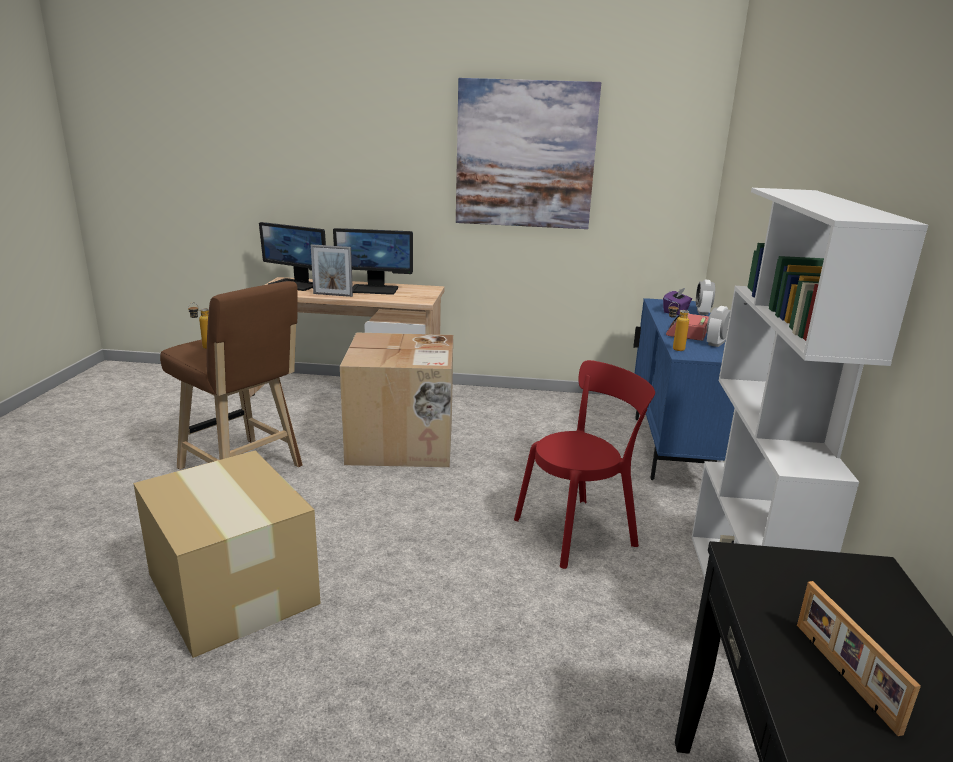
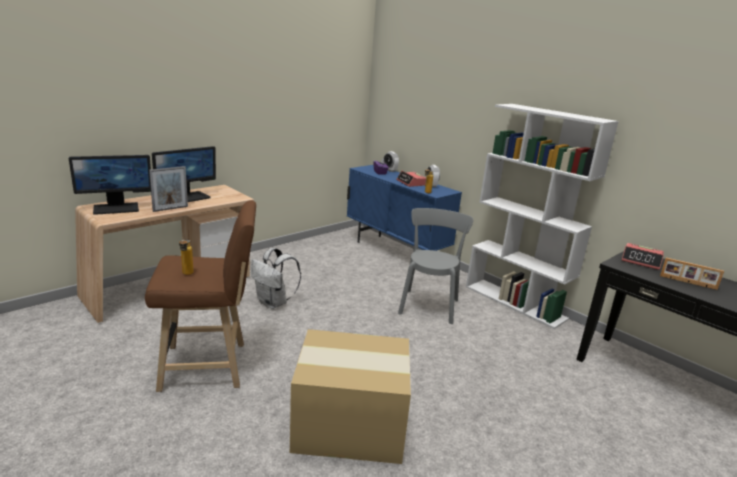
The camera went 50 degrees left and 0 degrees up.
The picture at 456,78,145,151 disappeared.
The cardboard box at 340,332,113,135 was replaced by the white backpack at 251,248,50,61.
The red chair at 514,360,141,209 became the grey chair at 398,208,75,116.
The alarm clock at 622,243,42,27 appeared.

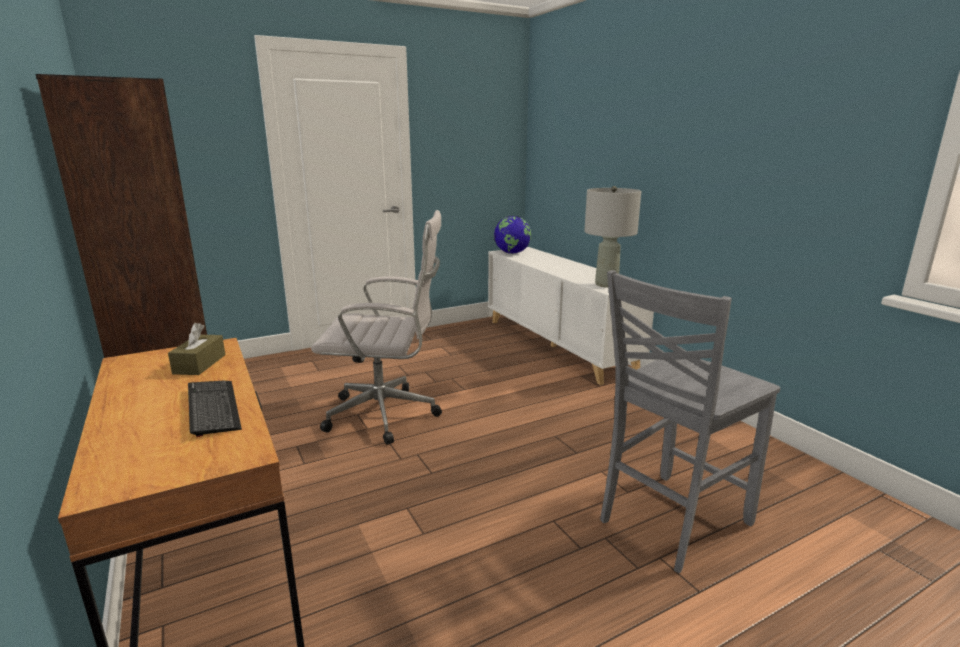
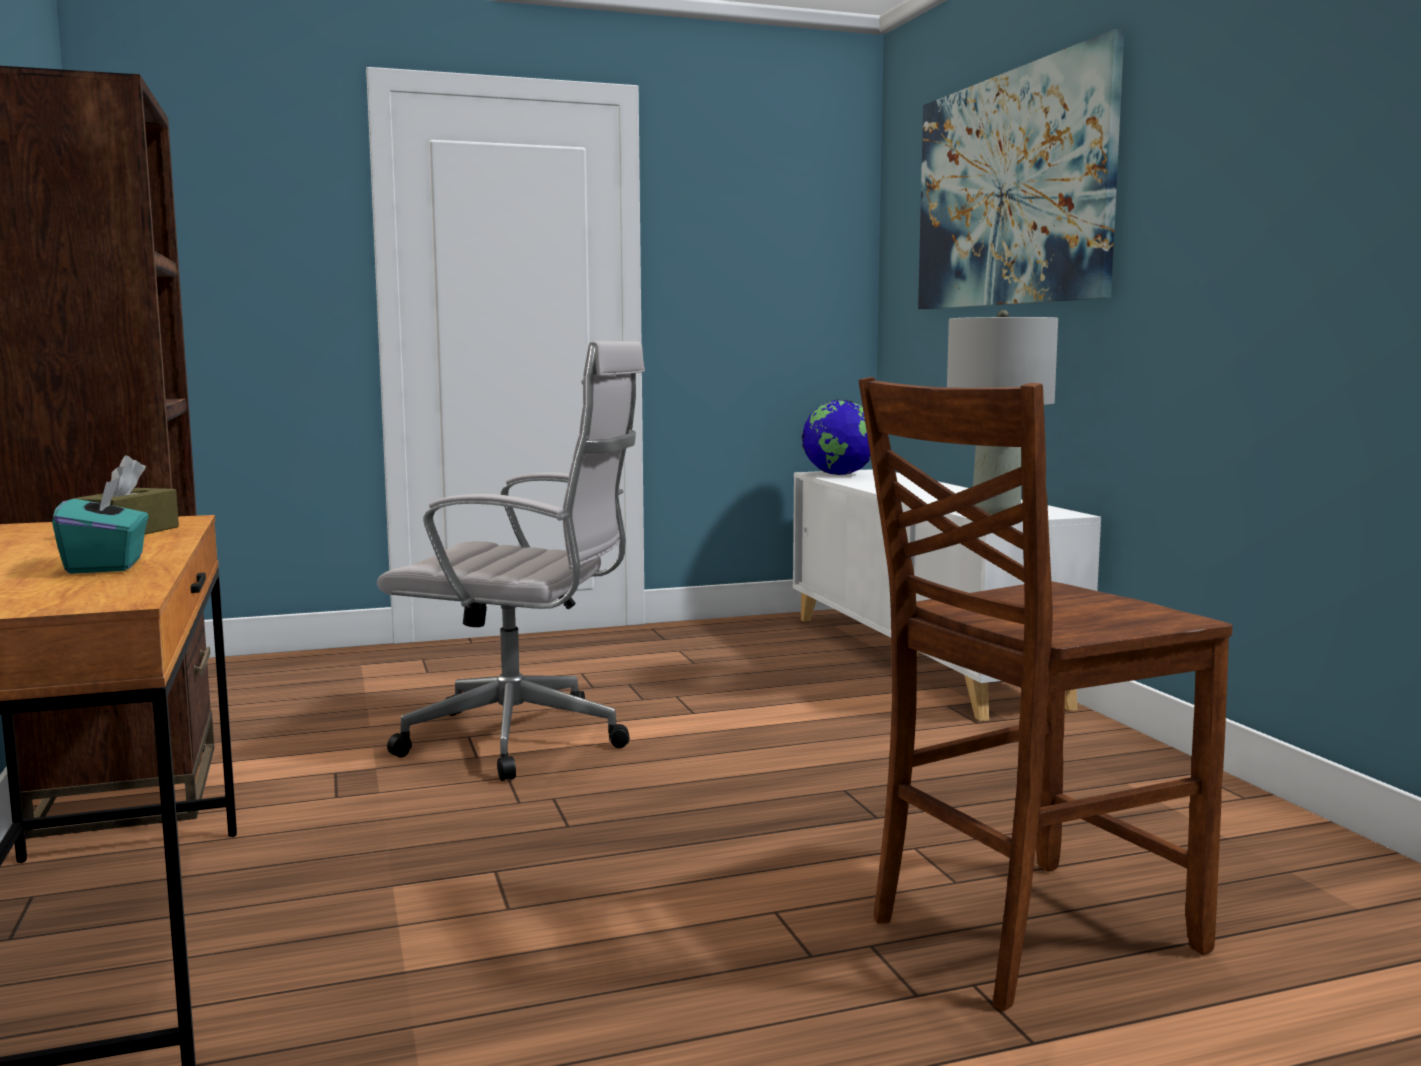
The camera went 10 degrees right and 10 degrees down.
The grey chair at 600,270,180,303 became the brown chair at 859,377,374,634.
The keyboard at 188,381,54,56 was replaced by the turquoise tissue box at 52,477,97,97.
The picture at 918,29,206,280 appeared.

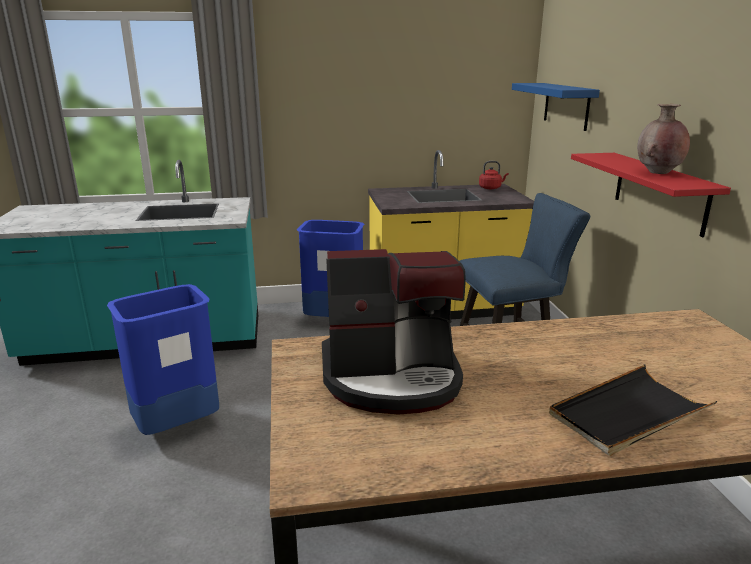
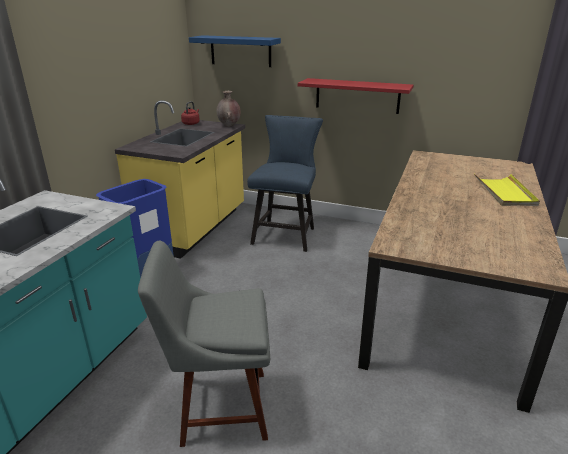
The camera went 60 degrees left and 5 degrees up.
The brown vase moved from 637,104,53,70 to 216,91,25,36.
The coffee machine at 322,249,144,165 disappeared.
The blue trash can at 107,284,112,151 was replaced by the grey chair at 138,241,132,206.
The black tray at 549,364,168,92 became the yellow tray at 474,174,66,32.

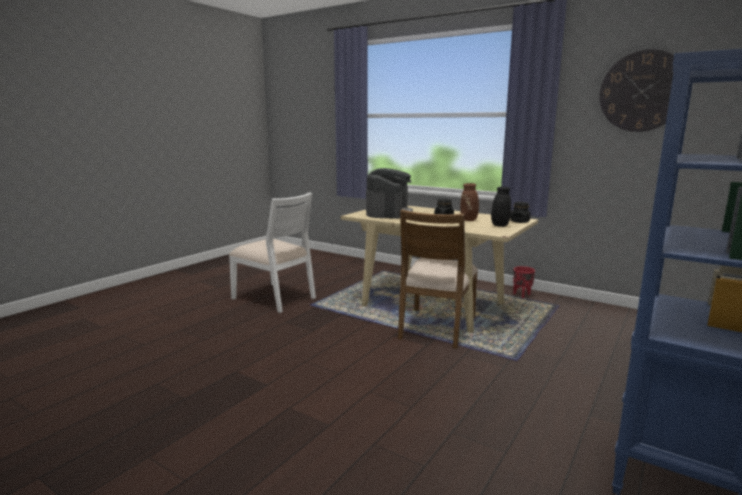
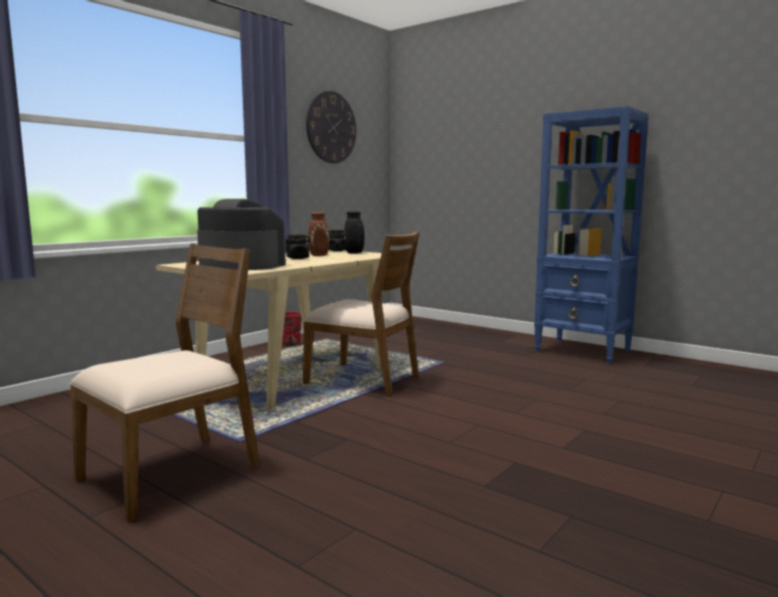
The camera went 85 degrees left and 5 degrees down.
The white chair at 229,192,87,121 became the brown chair at 70,243,190,280.

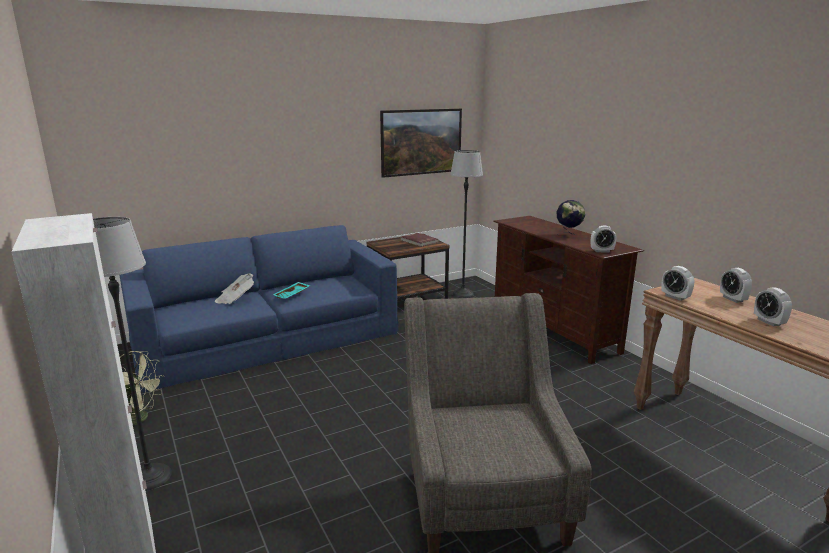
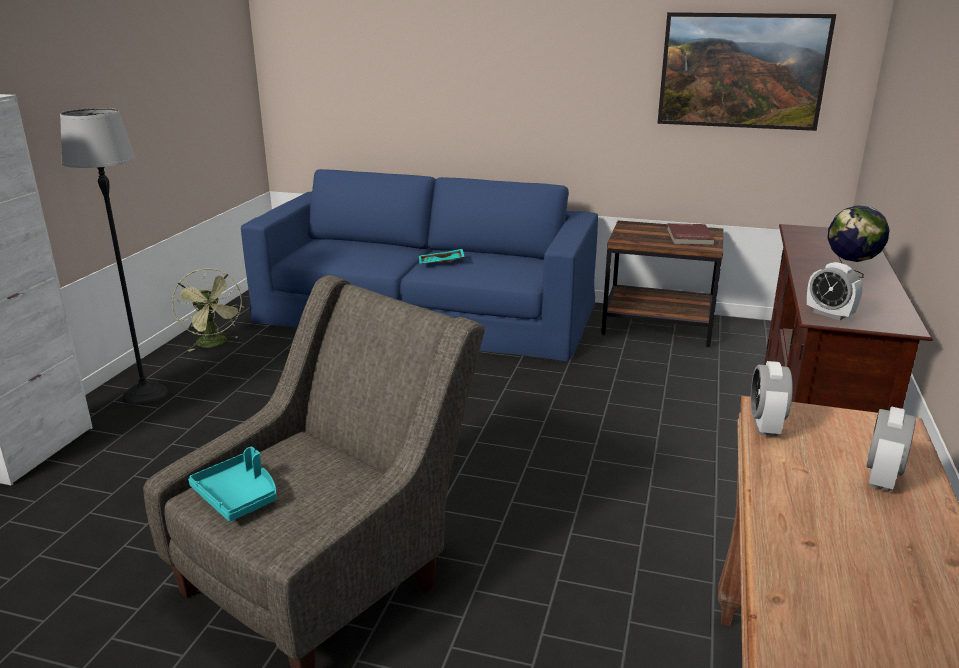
The camera went 45 degrees right and 5 degrees up.
The floor lamp at 450,150,33,148 disappeared.
The newspaper at 215,274,39,30 disappeared.
The alarm clock at 754,287,38,39 disappeared.
The turquoise tray at 188,447,88,74 appeared.

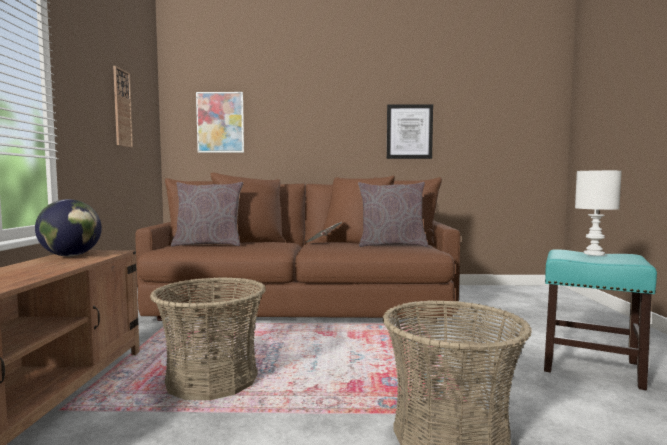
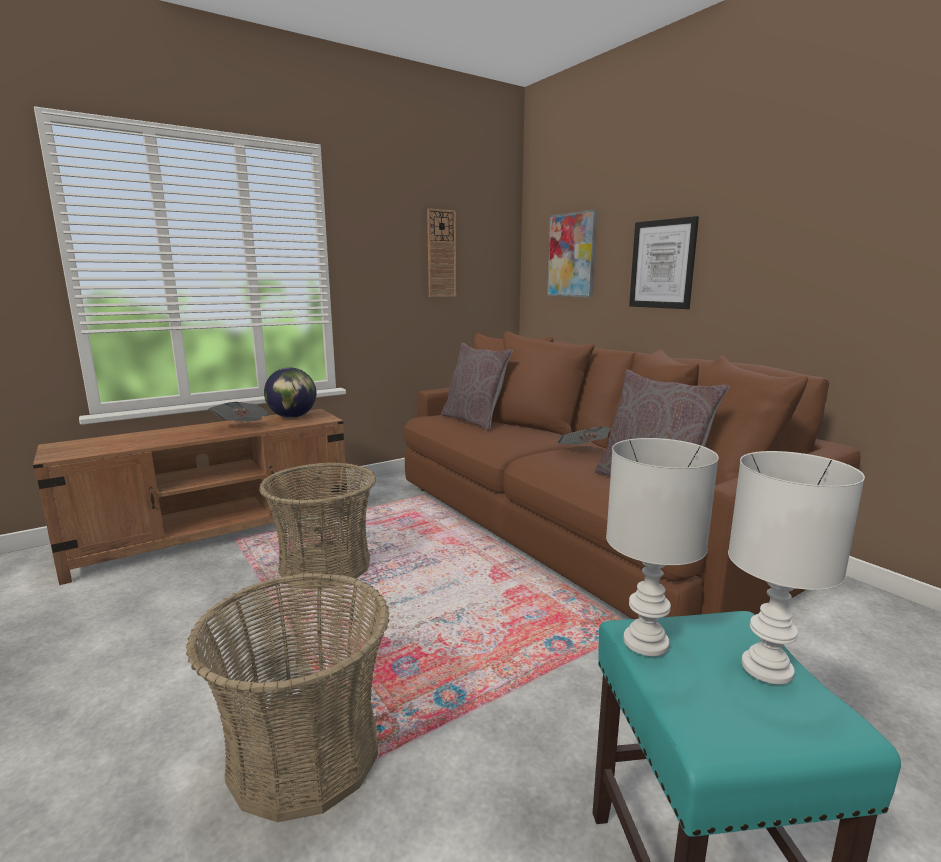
The camera went 55 degrees right and 10 degrees up.
The picture moved from 387,104,46,55 to 629,216,70,93.
The newspaper at 208,402,61,19 appeared.
The white table lamp at 606,438,113,218 appeared.

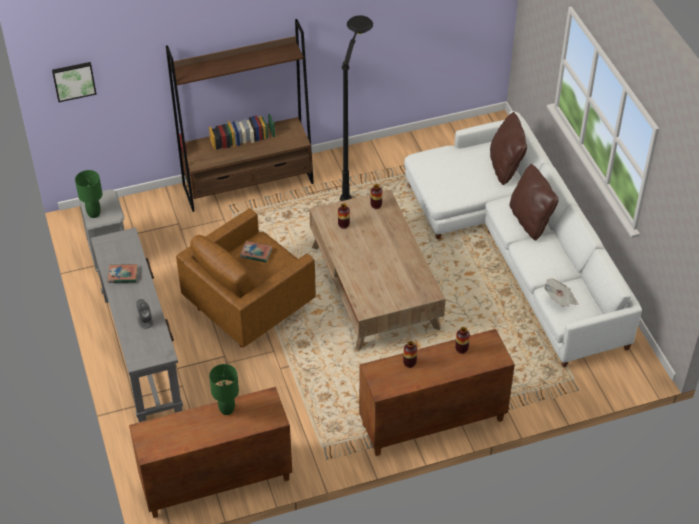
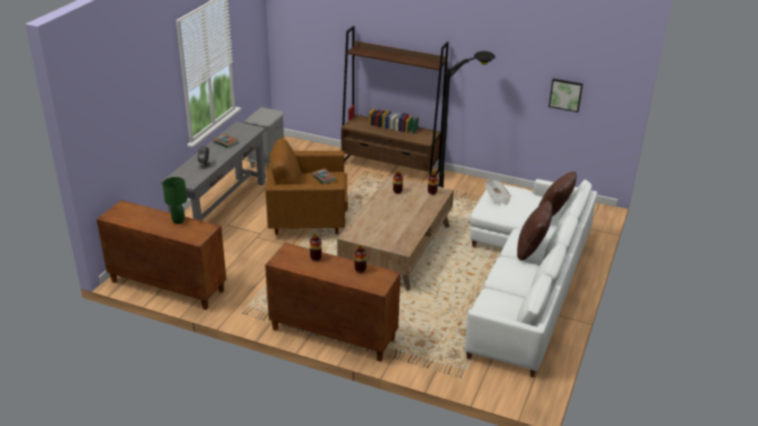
The camera went 40 degrees right and 15 degrees down.
The picture moved from 52,62,45,40 to 549,78,34,34.
The green table lamp at 75,170,28,48 disappeared.
The newspaper moved from 543,278,36,29 to 485,180,26,25.

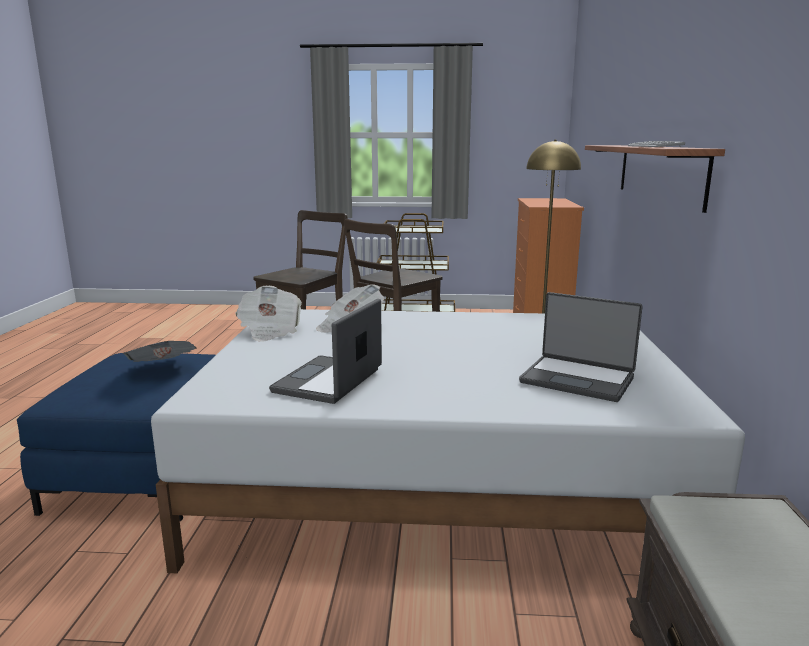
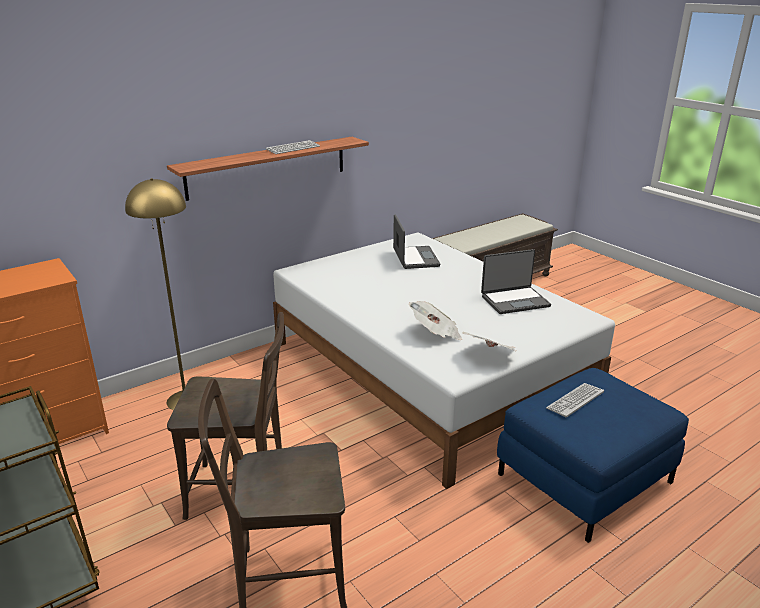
The camera went 130 degrees left and 10 degrees up.
The newspaper at 122,341,75,21 was replaced by the keyboard at 546,383,58,34.

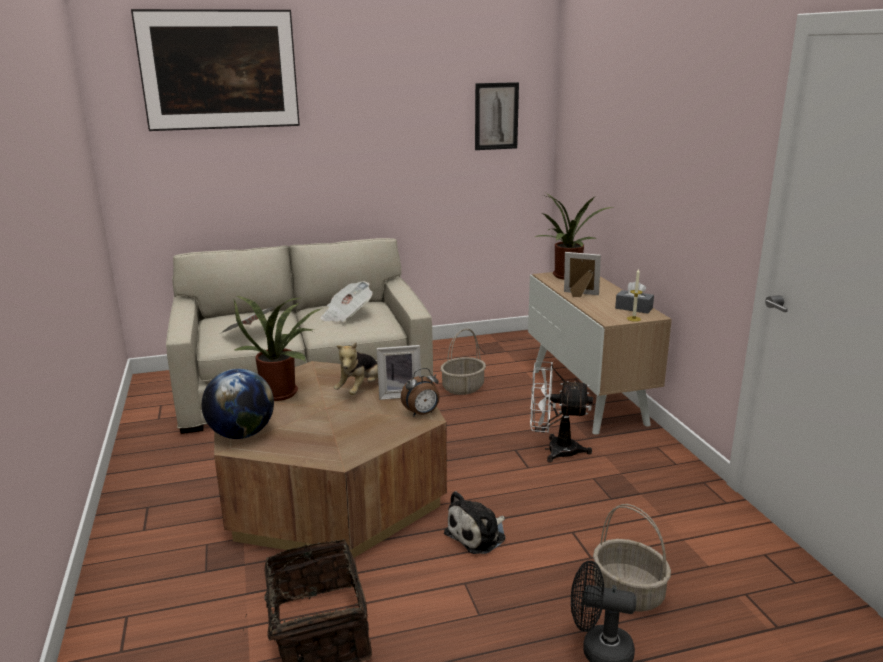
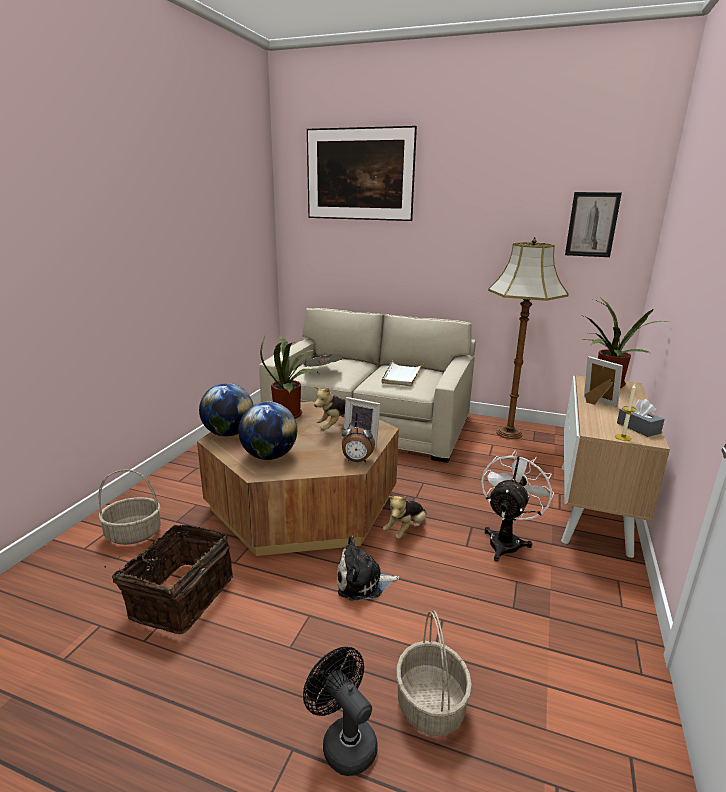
The camera went 35 degrees right and 0 degrees up.
The newspaper at 320,281,53,41 was replaced by the white tray at 382,360,42,26.
The basket moved from 441,328,45,67 to 98,469,63,76.
The white fan at 530,361,63,102 turned 75 degrees clockwise.
The floor lamp at 488,237,81,202 appeared.
The globe at 238,402,59,58 appeared.
The plush toy at 383,496,44,43 appeared.

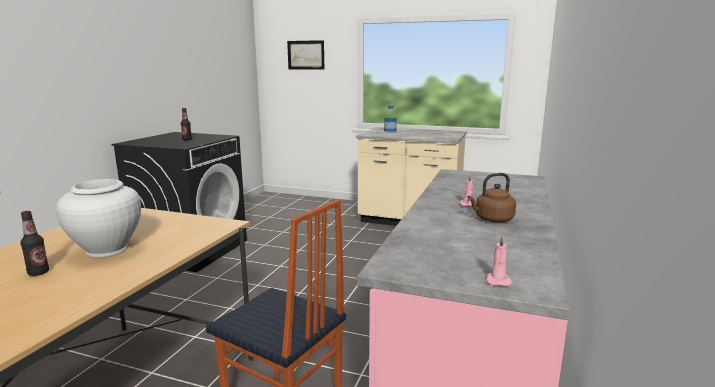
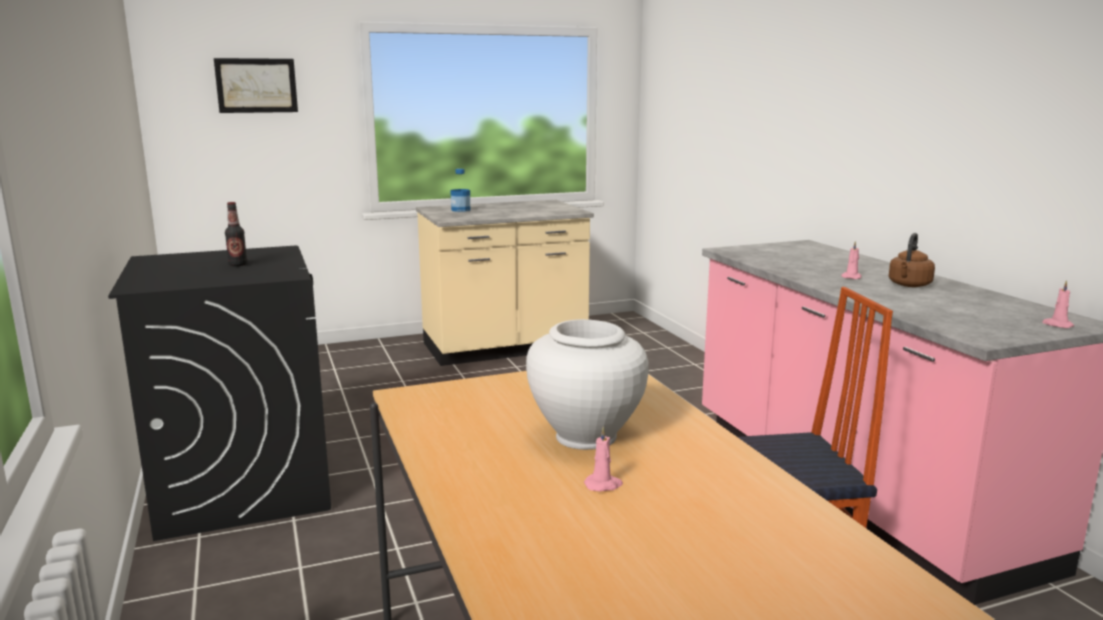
The camera went 40 degrees left and 0 degrees up.
The bottle at 20,211,29,65 was replaced by the pink candle at 584,426,39,65.

